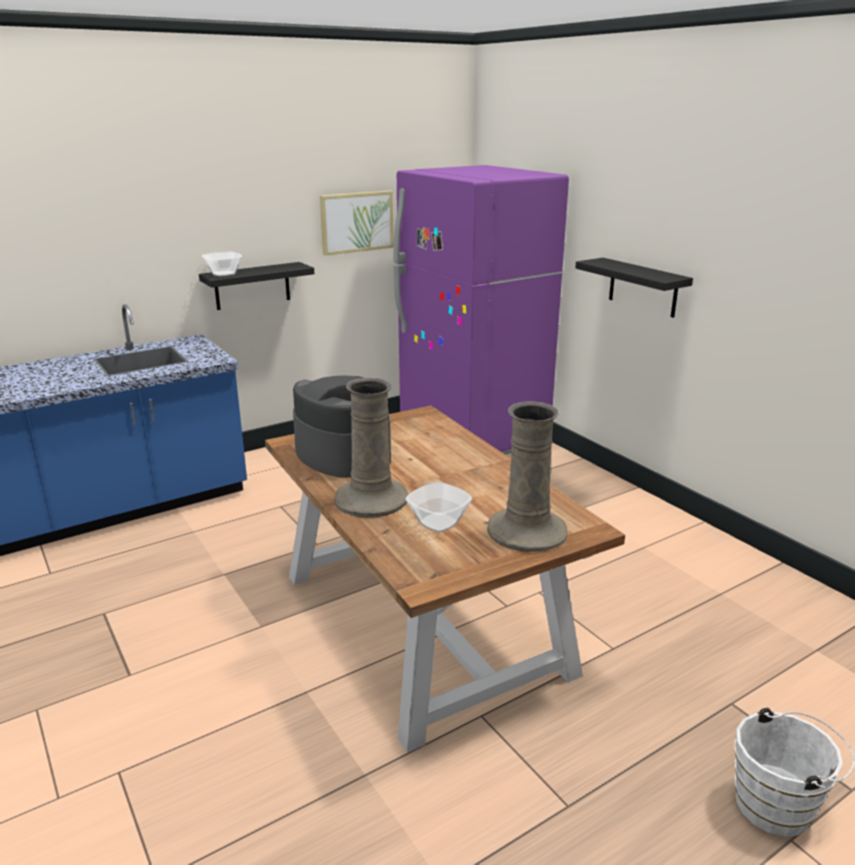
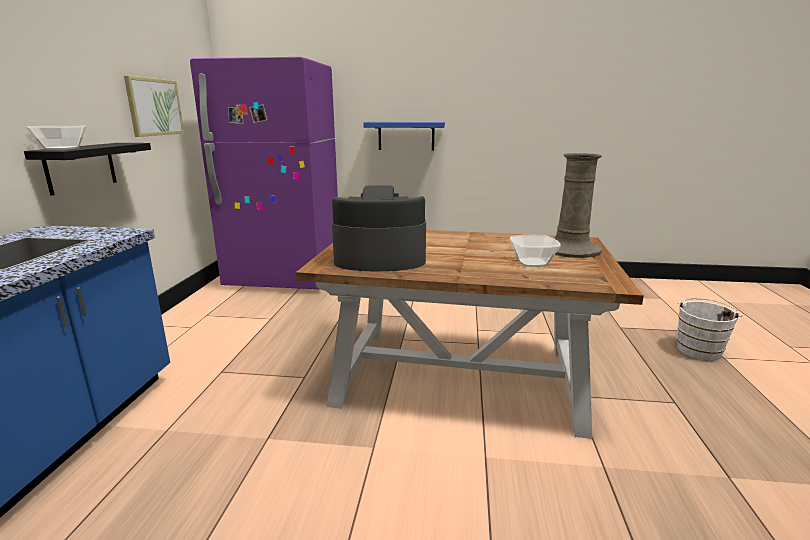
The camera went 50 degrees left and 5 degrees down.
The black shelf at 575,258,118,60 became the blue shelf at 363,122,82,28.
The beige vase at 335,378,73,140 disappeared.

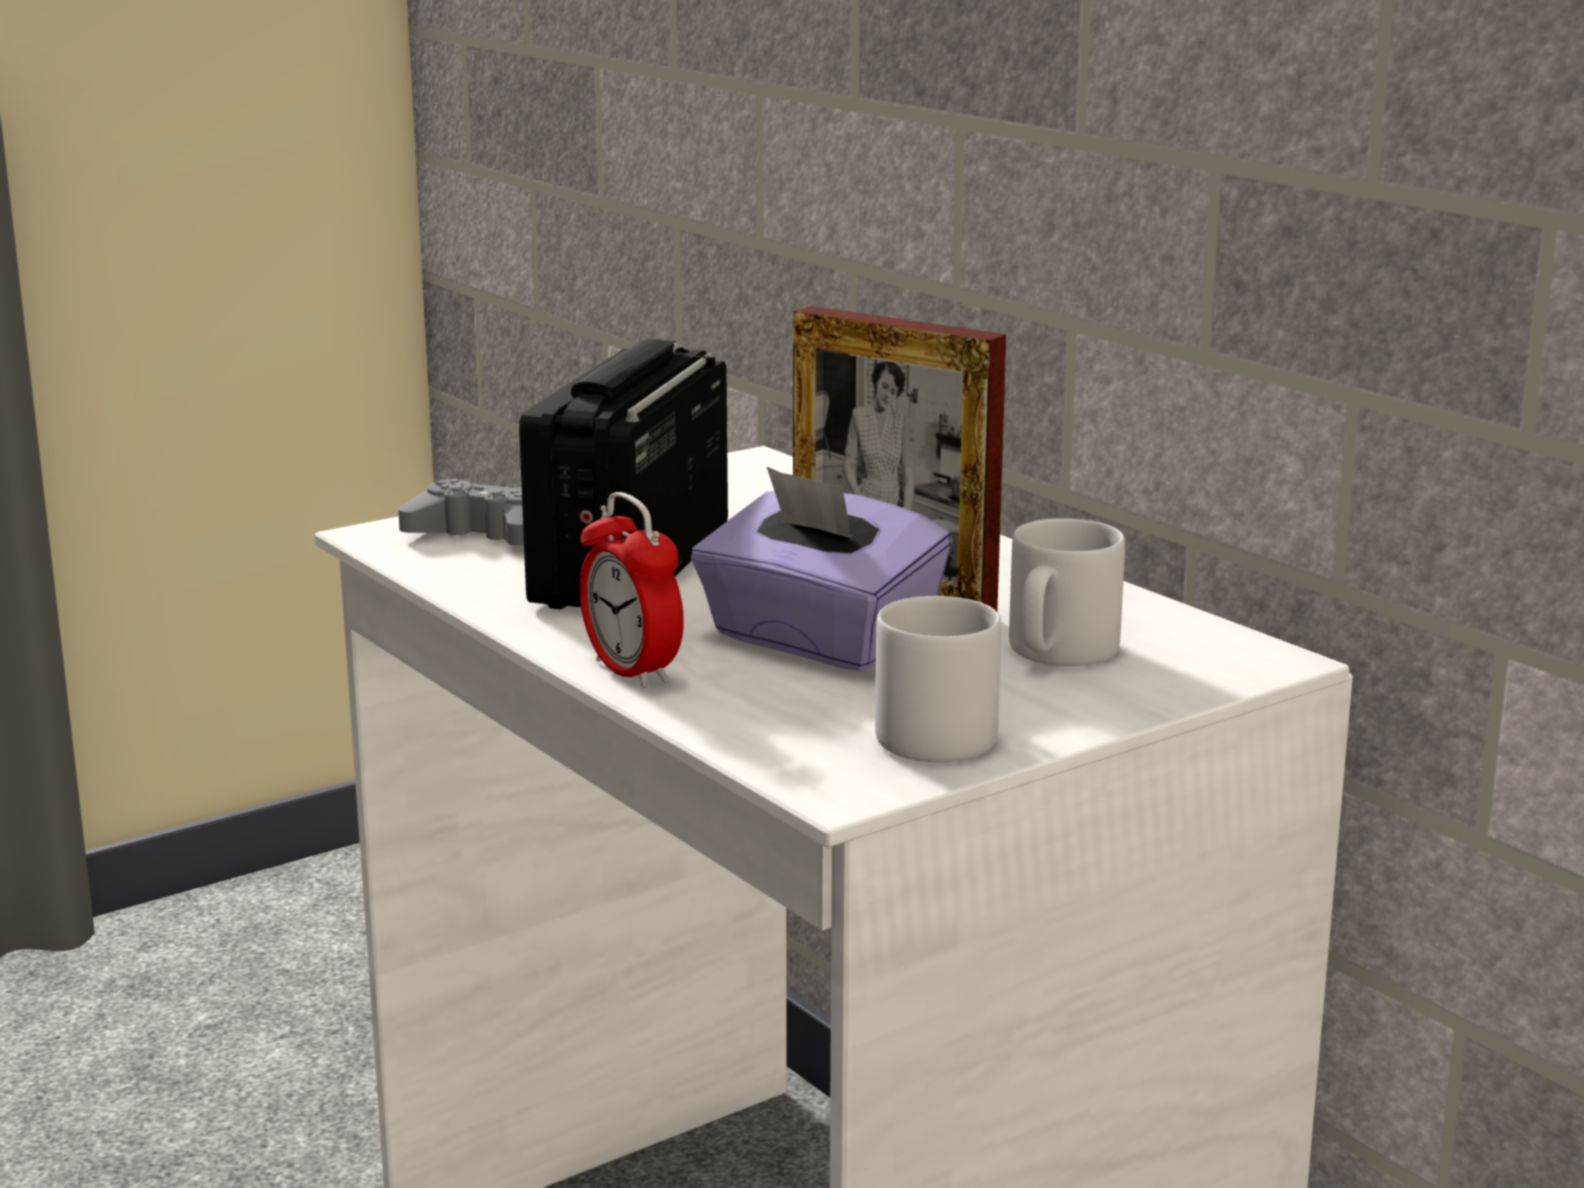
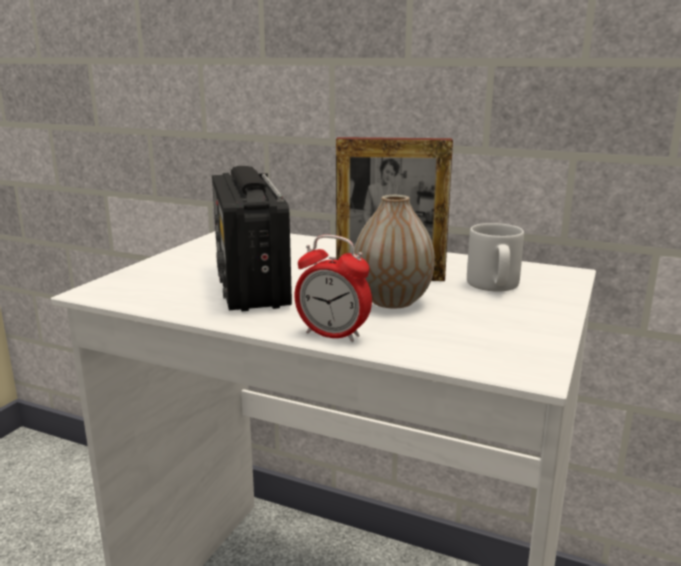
The camera went 30 degrees left and 0 degrees up.
The purple tissue box at 691,466,261,206 was replaced by the vase at 354,195,81,114.
The grey game controller at 398,479,126,67 disappeared.
The grey mug at 875,596,126,166 disappeared.

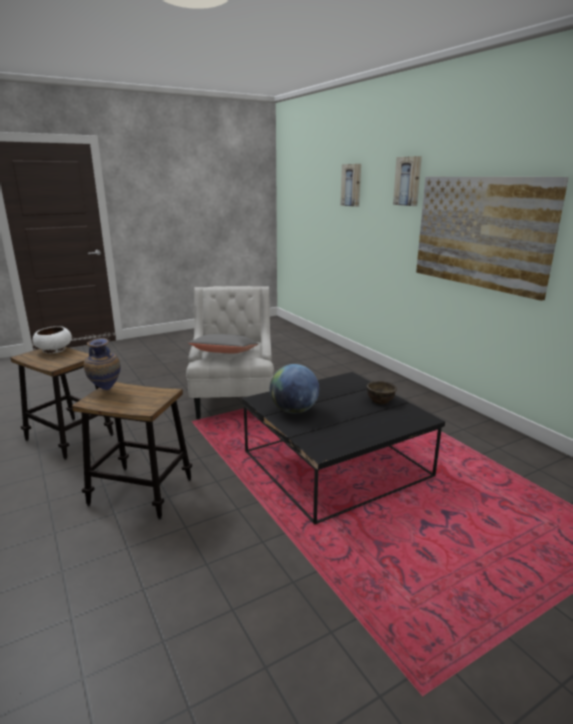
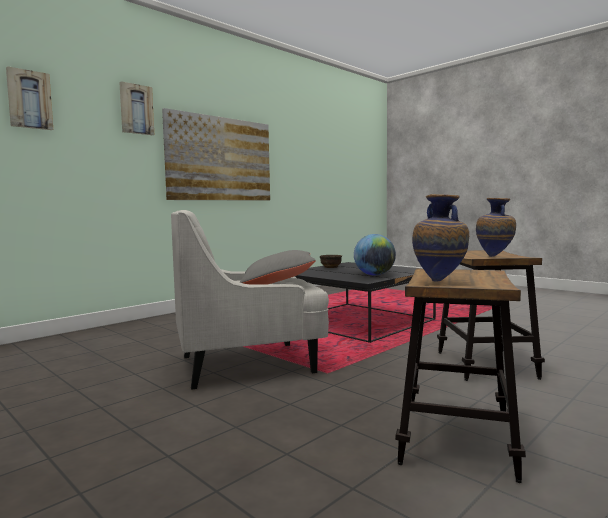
The camera went 105 degrees left and 15 degrees down.
The white bowl at 32,326,40,28 was replaced by the vase at 412,194,57,88.

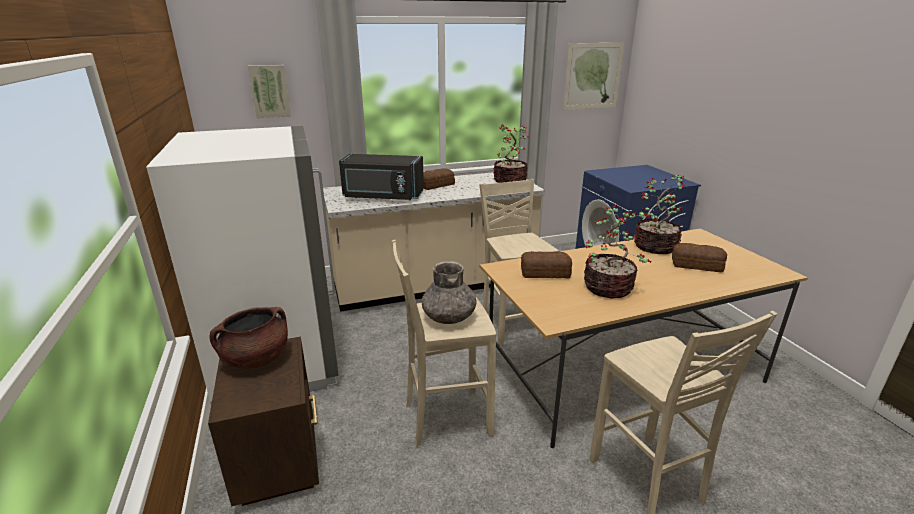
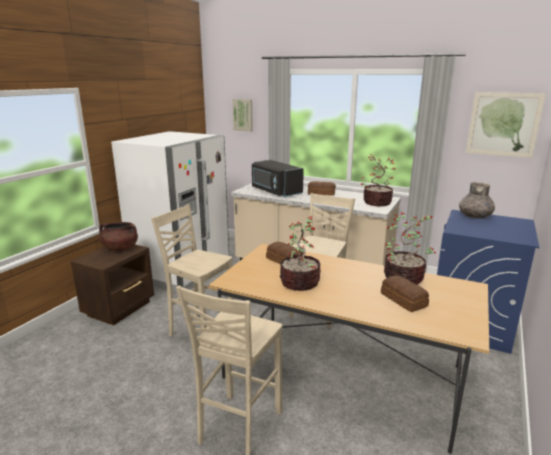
The camera went 45 degrees right and 5 degrees down.
The grey vase moved from 422,261,54,63 to 459,182,36,36.

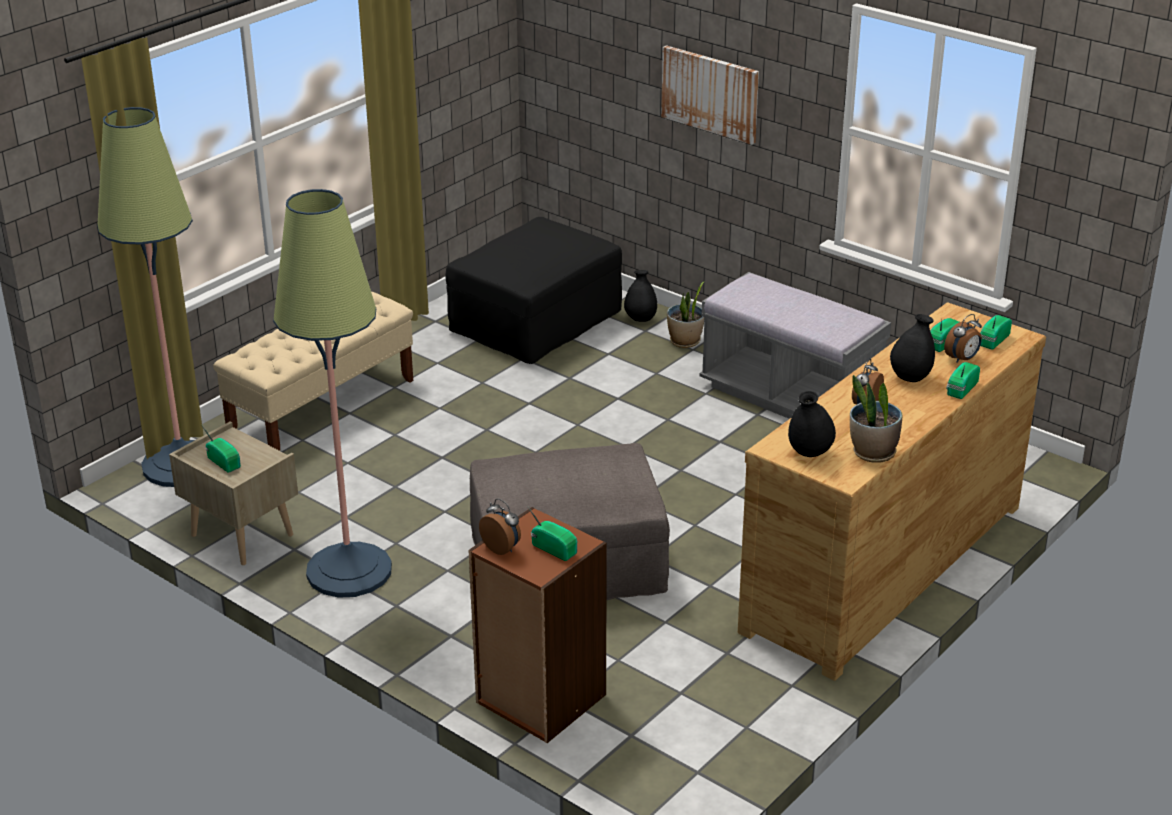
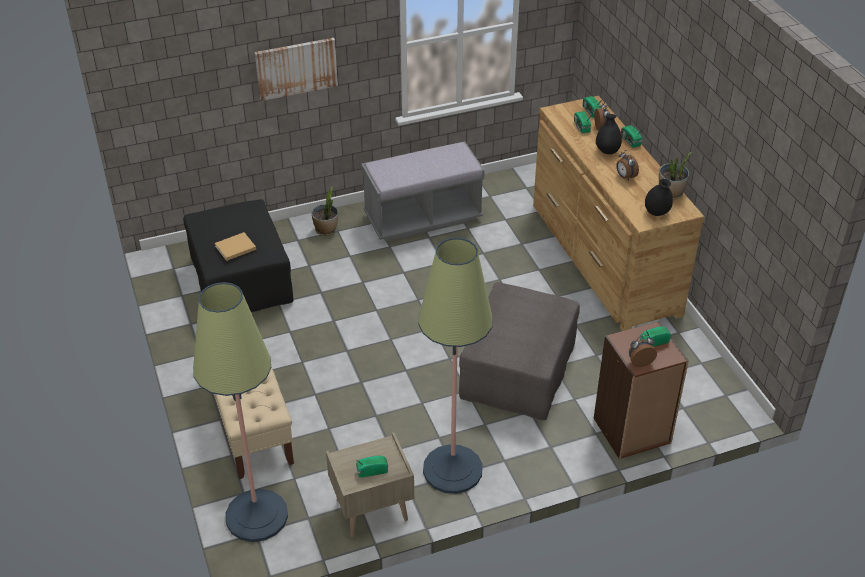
The camera went 60 degrees left and 10 degrees up.
The black vase at 624,270,33,52 disappeared.
The beige book at 215,232,41,29 appeared.

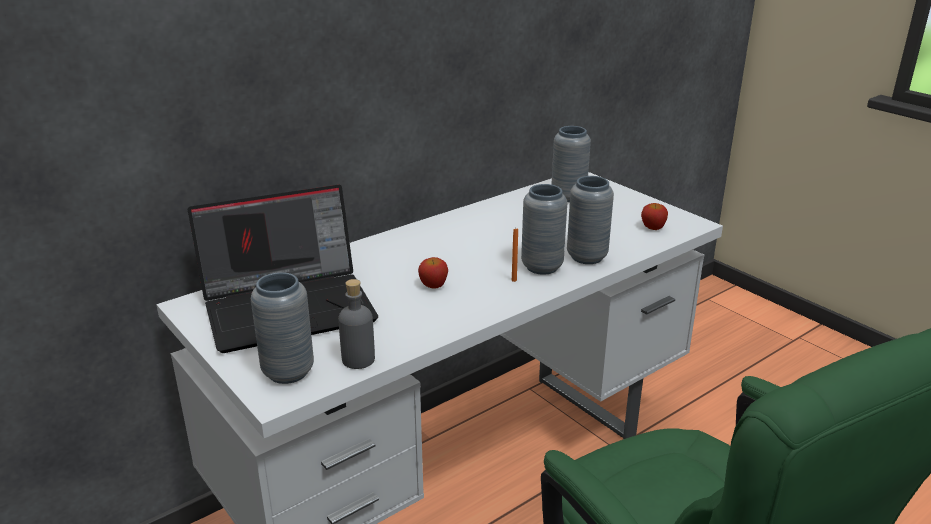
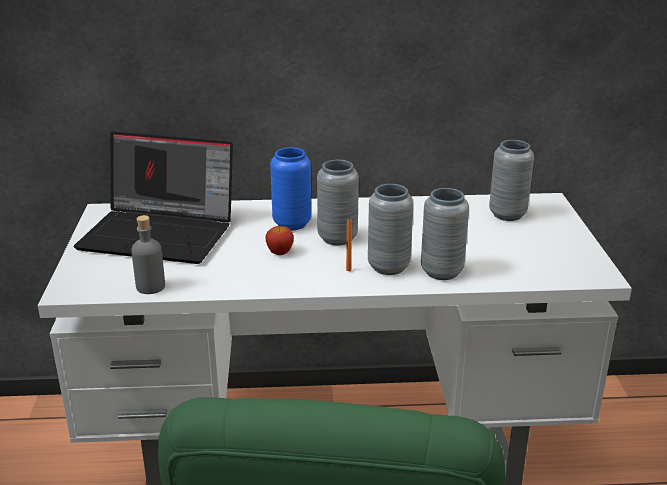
The camera went 35 degrees right and 0 degrees up.
The apple at 641,203,27,27 disappeared.
The grey vase moved from 251,272,63,112 to 317,160,42,85.
The blue vase at 270,147,41,83 appeared.

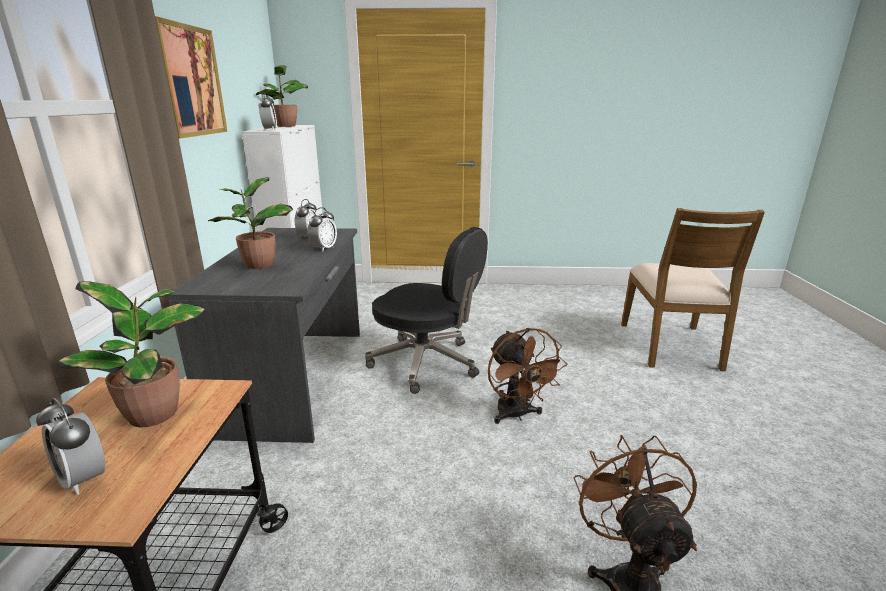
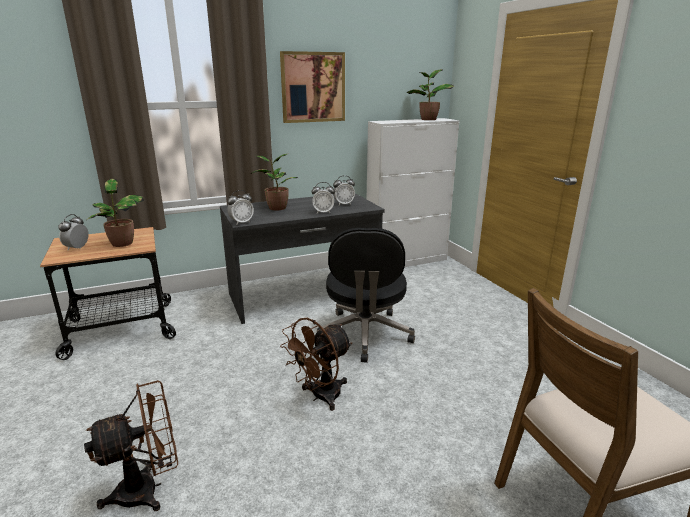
The camera went 65 degrees right and 0 degrees up.
The alarm clock moved from 259,92,18,39 to 228,190,26,34.

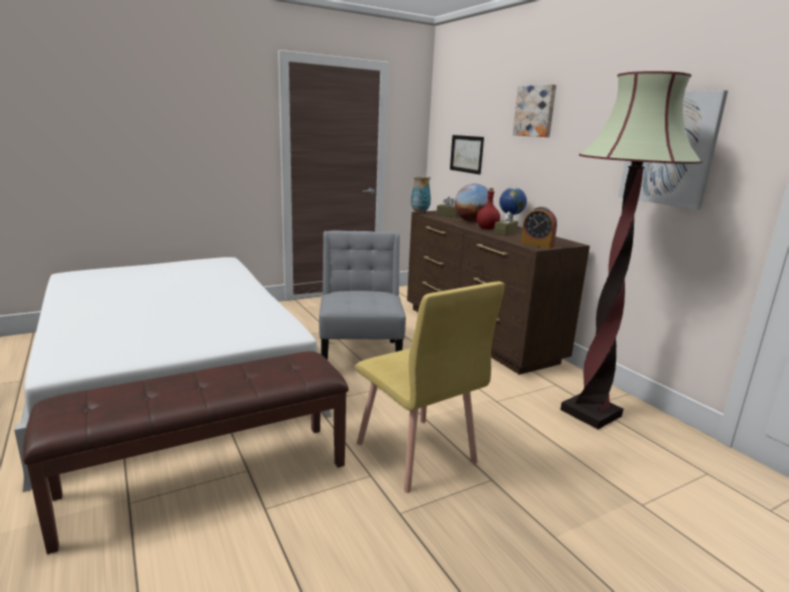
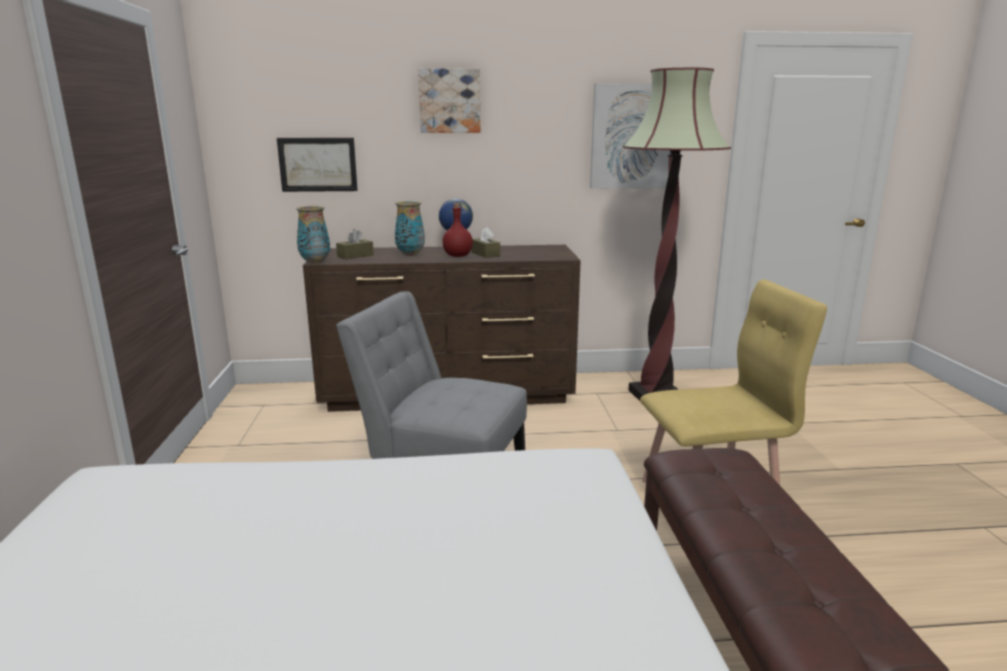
The camera went 65 degrees left and 0 degrees up.
The globe at 455,184,34,38 was replaced by the vase at 395,201,30,55.
The alarm clock at 521,207,36,42 disappeared.

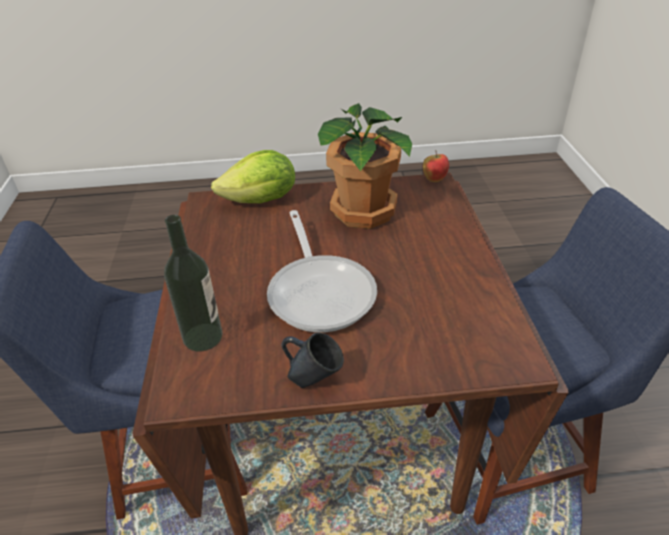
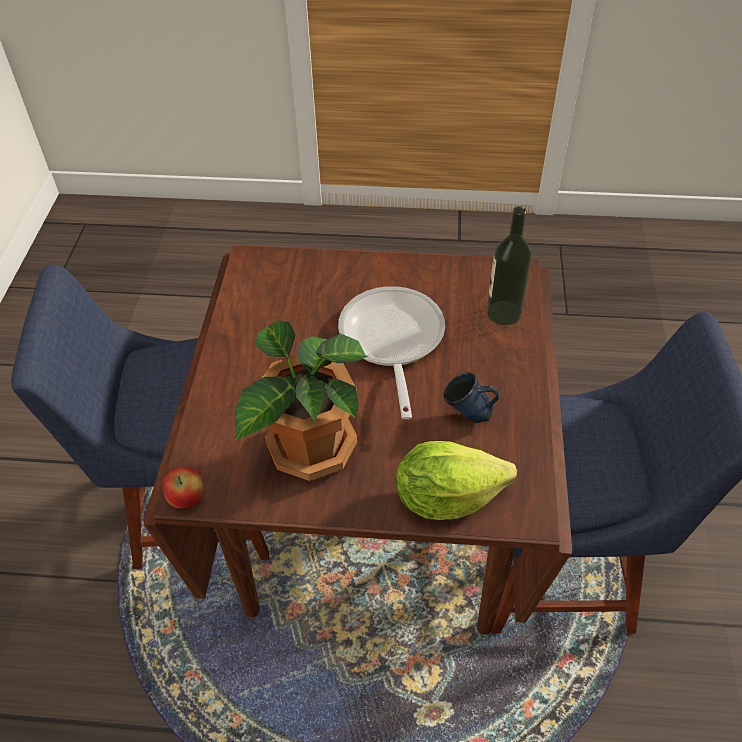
The camera went 170 degrees left and 10 degrees up.
The blue mug moved from 281,333,63,55 to 443,372,57,51.

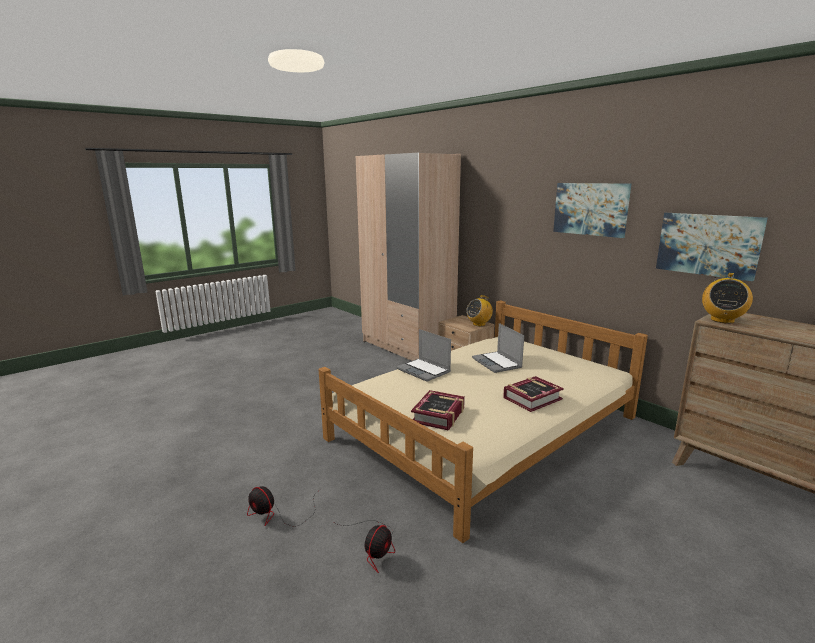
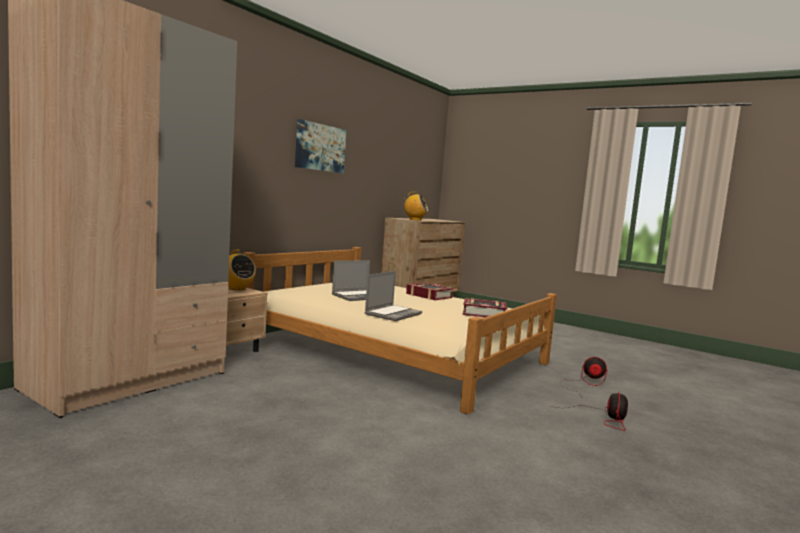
The camera went 105 degrees left and 10 degrees down.
The picture at 656,213,112,68 disappeared.

